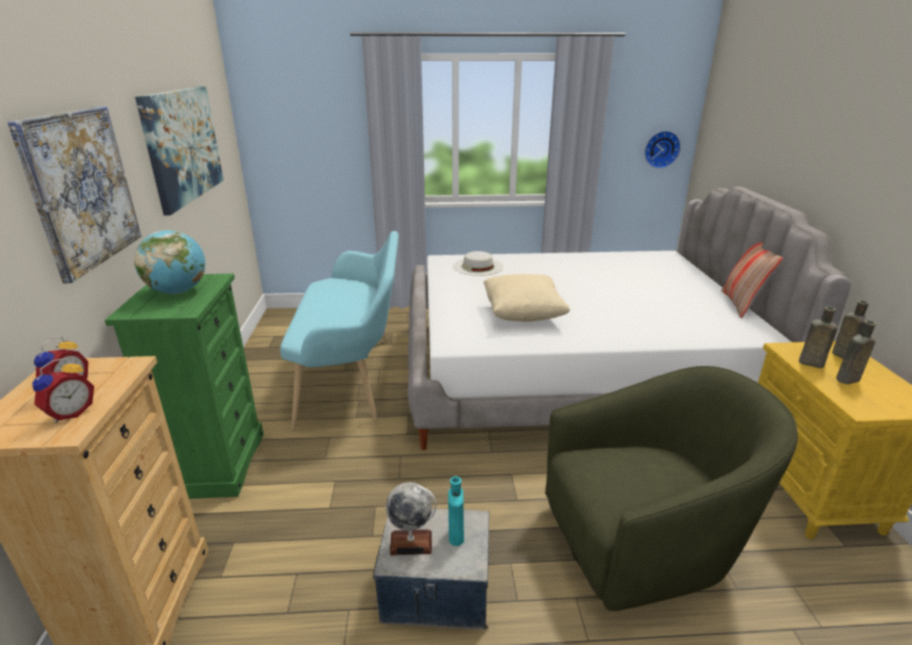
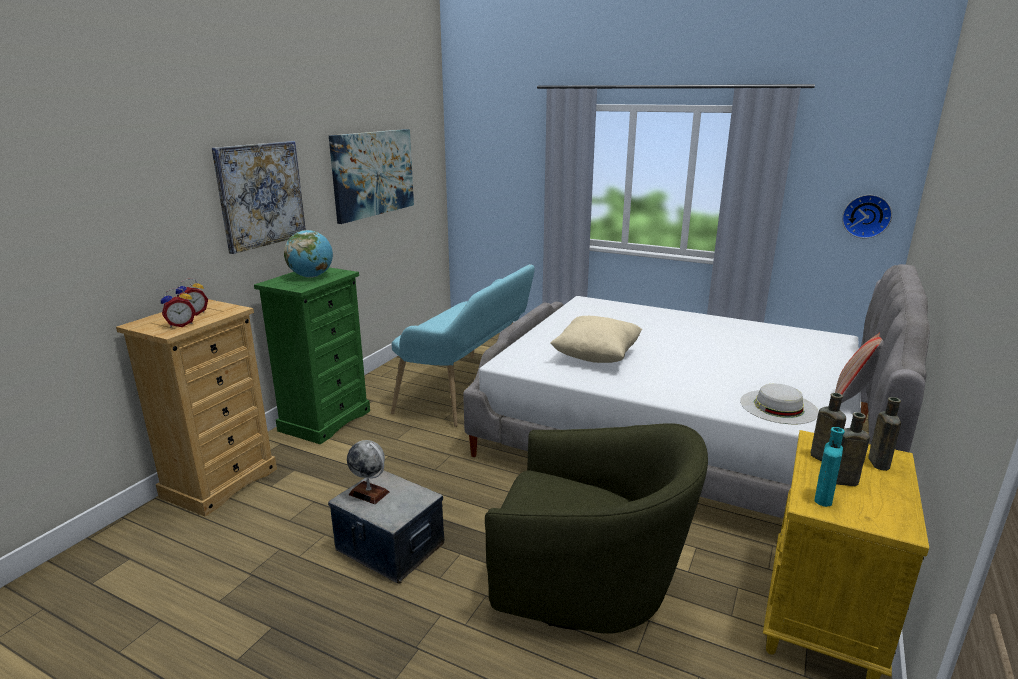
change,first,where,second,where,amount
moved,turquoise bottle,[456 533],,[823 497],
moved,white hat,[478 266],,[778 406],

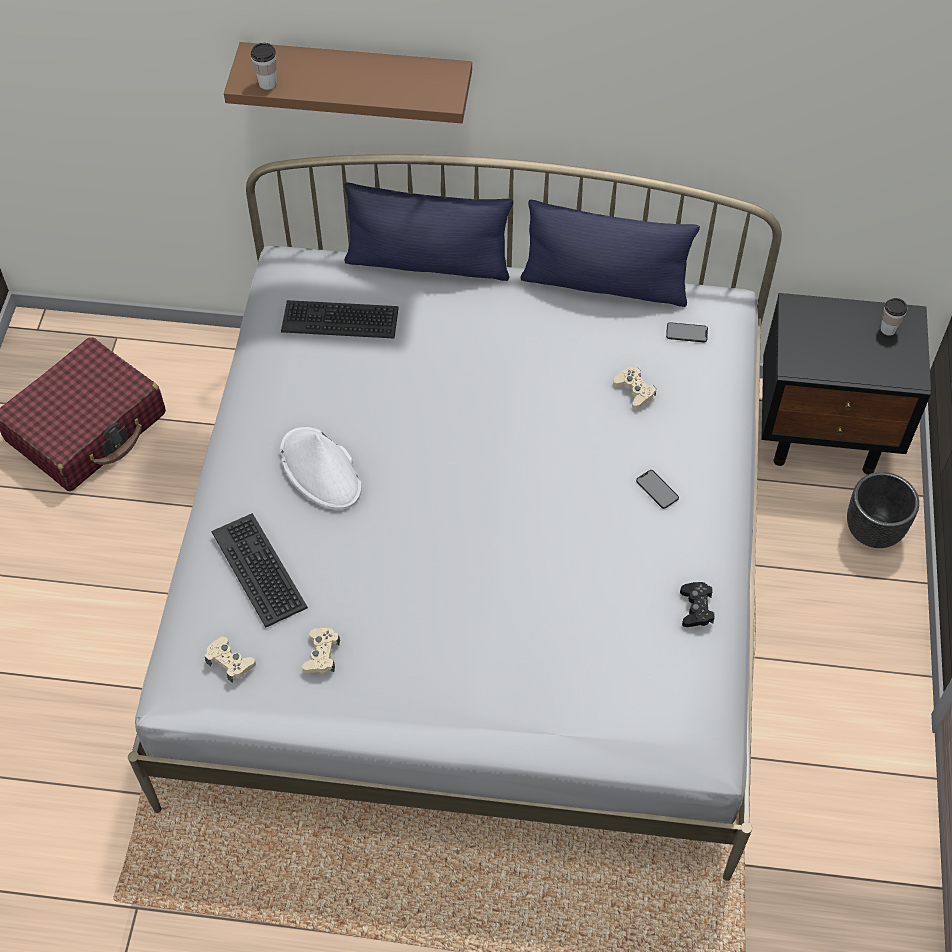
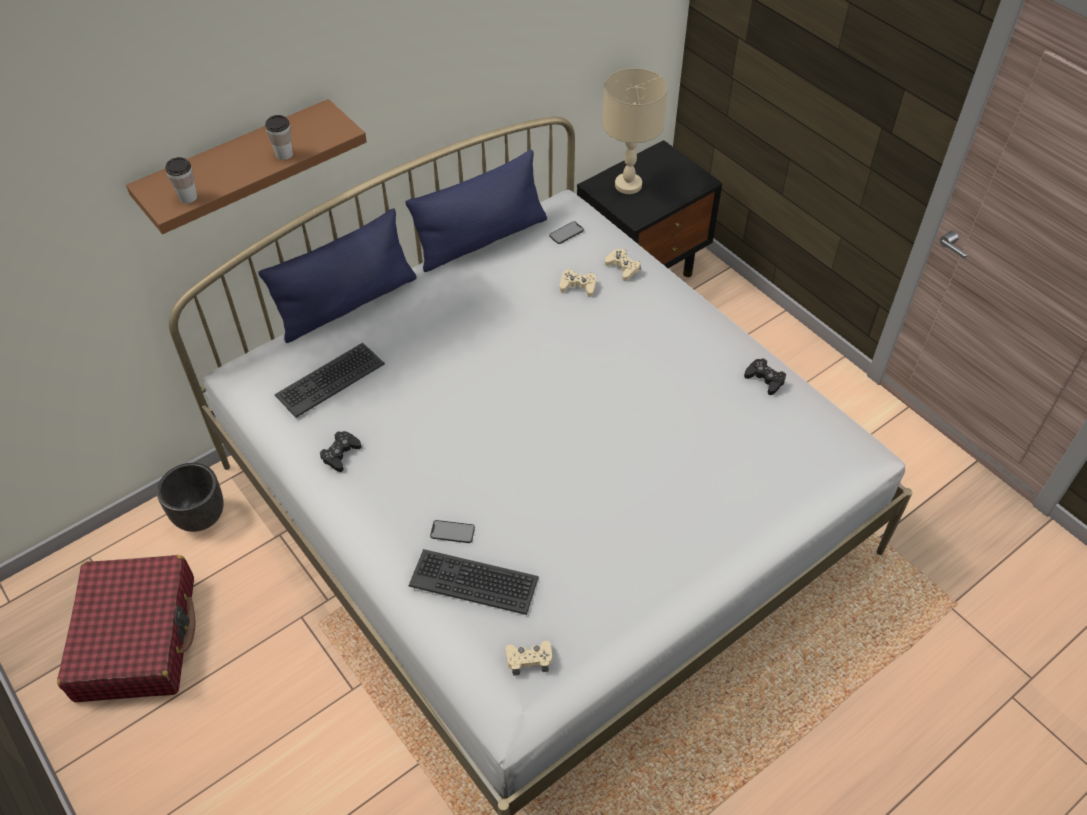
change,first,where,second,where,amount
removed,white hat,[321 470],,,
moved,beige game controller,[321 654],,[622 268],
moved,phone,[657 489],,[452 532],
moved,black planter,[873 532],,[201 517],
moved,cup,[888 329],,[284 154],
added,,,black game controller,[340 454],
added,,,beige table lamp,[628 185],

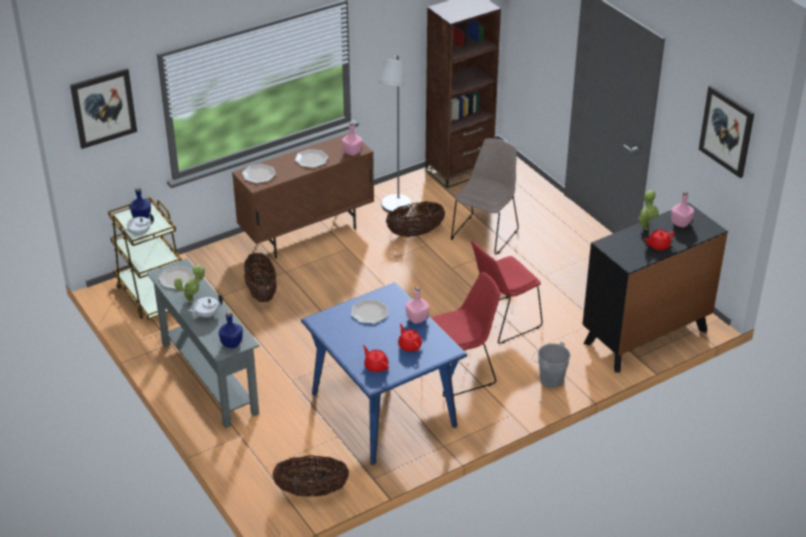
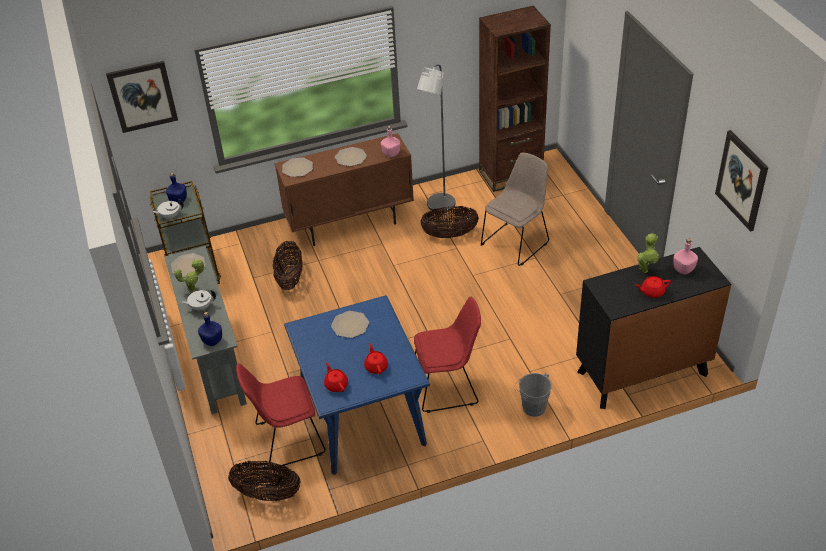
change,first,where,second,where,amount
removed,pink bottle,[416 319],,,
moved,red chair,[501 320],,[287 440],

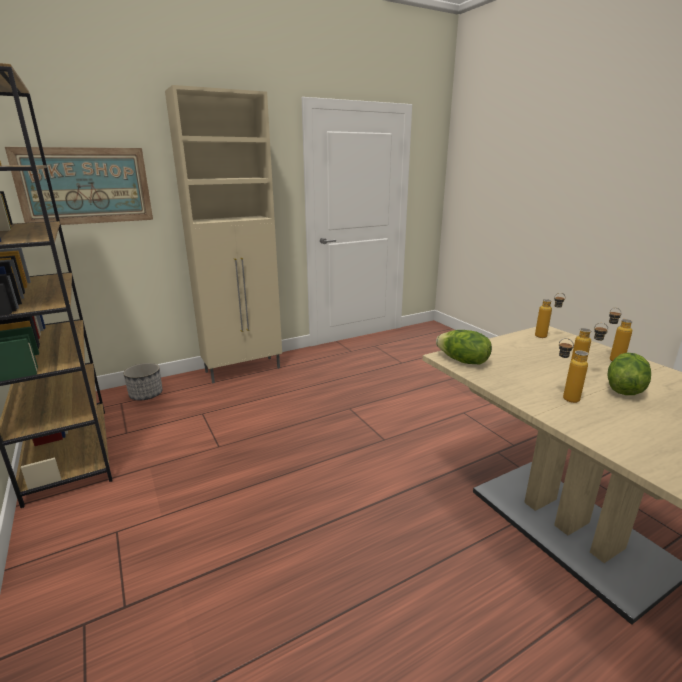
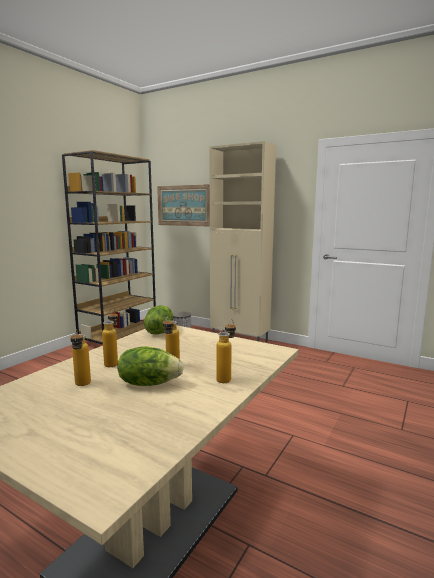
change,first,where,second,where,amount
moved,bottle,[546 337],,[82 386],

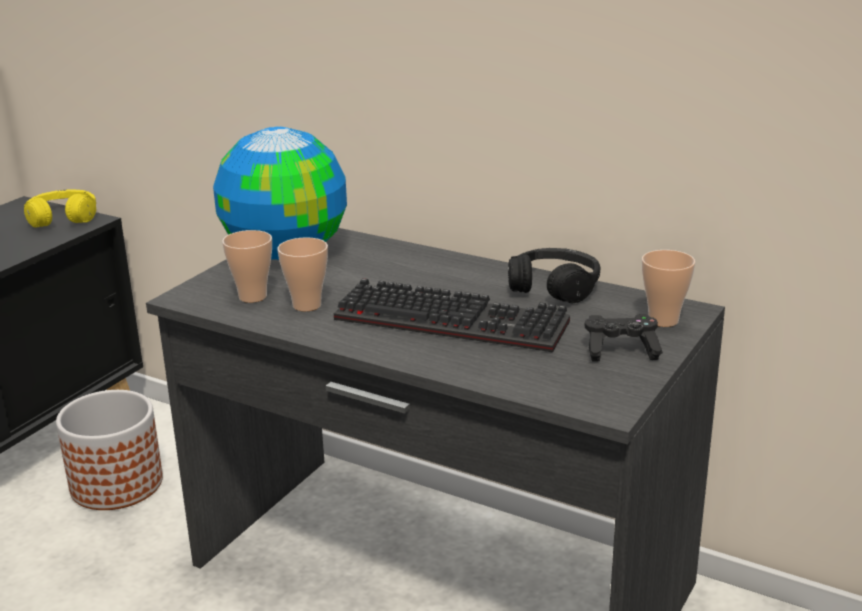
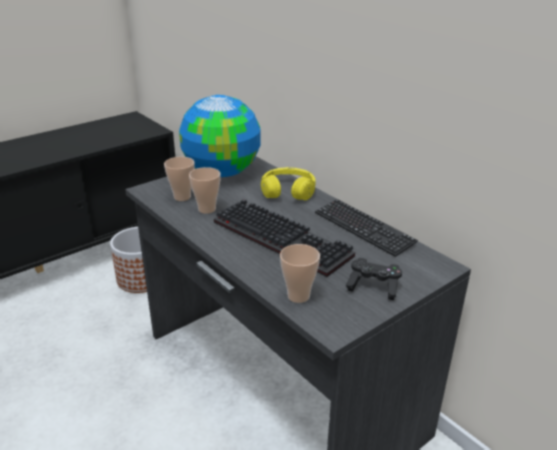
change,first,where,second,where,amount
moved,yellow headphones,[63 218],,[288 191],
replaced,black headphones,[554 287],keyboard,[363 228],
moved,cup,[663 320],,[298 296],

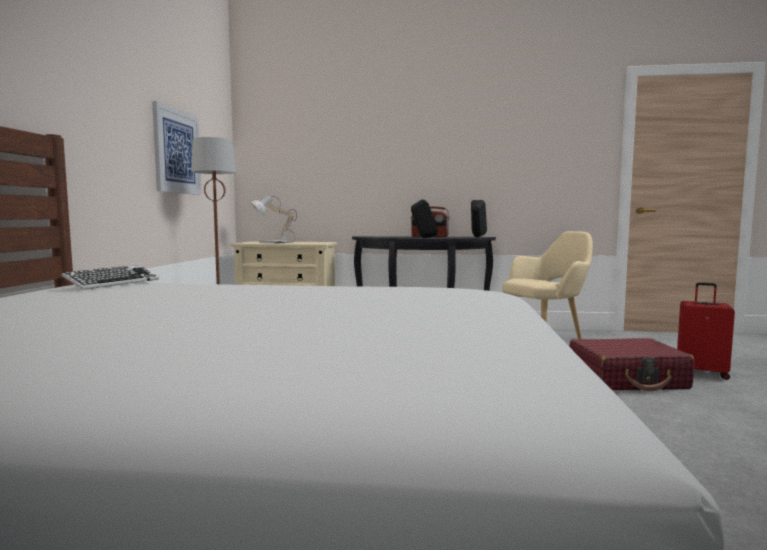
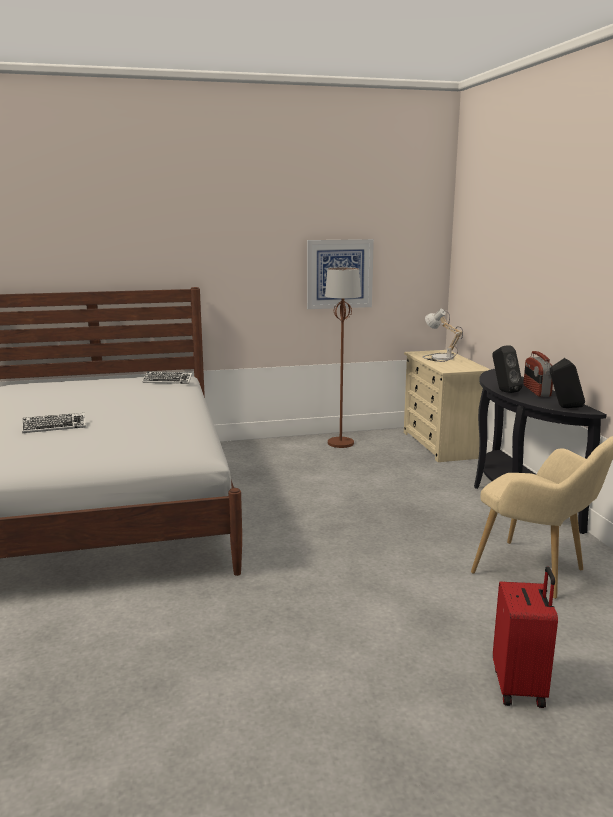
change,first,where,second,where,amount
removed,red suitcase,[627 379],,,
added,,,keyboard,[54 427],

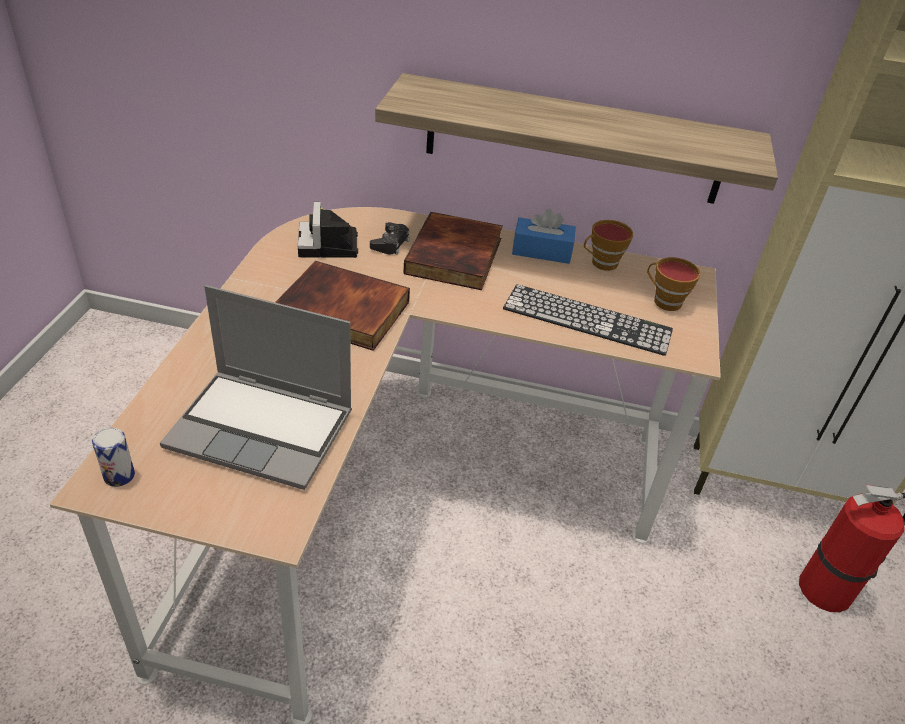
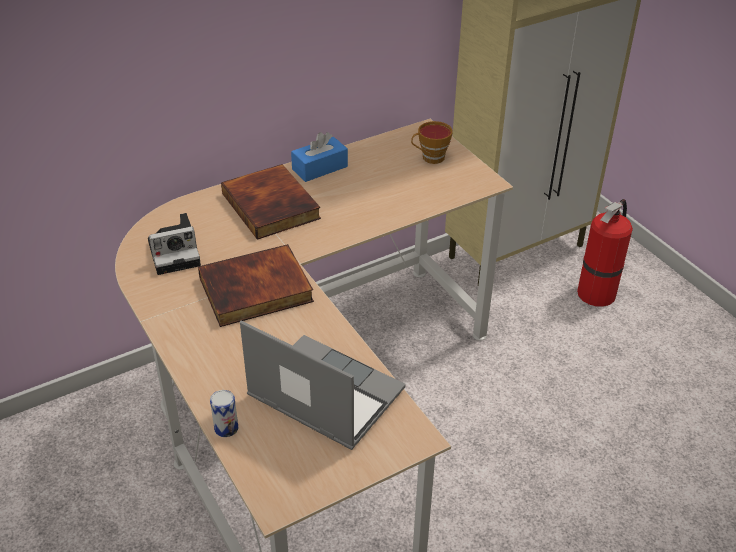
change,first,where,second,where,amount
moved,can,[119 475],,[226 428],
turned,laptop,[264 429],,[323 394],120 degrees counterclockwise
turned,photo camera,[329 246],,[176 253],60 degrees counterclockwise
removed,black game controller,[390 243],,,
removed,shelf,[573 140],,,
removed,keyboard,[587 319],,,
removed,cup,[601 263],,,

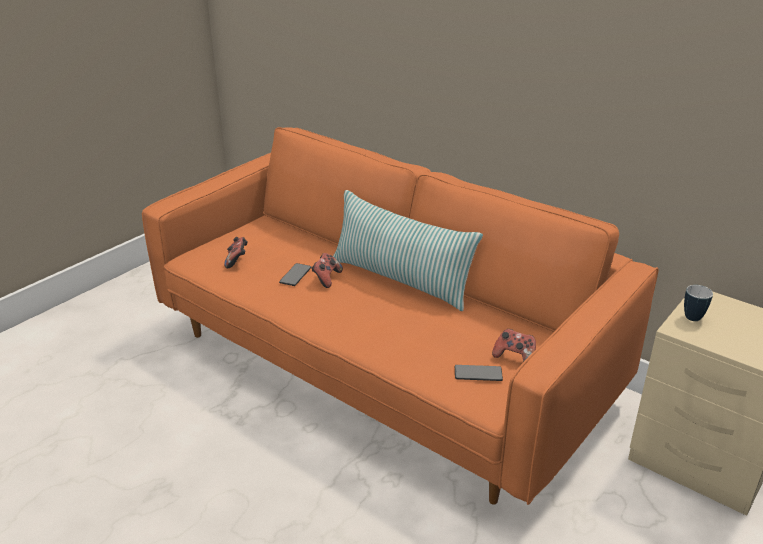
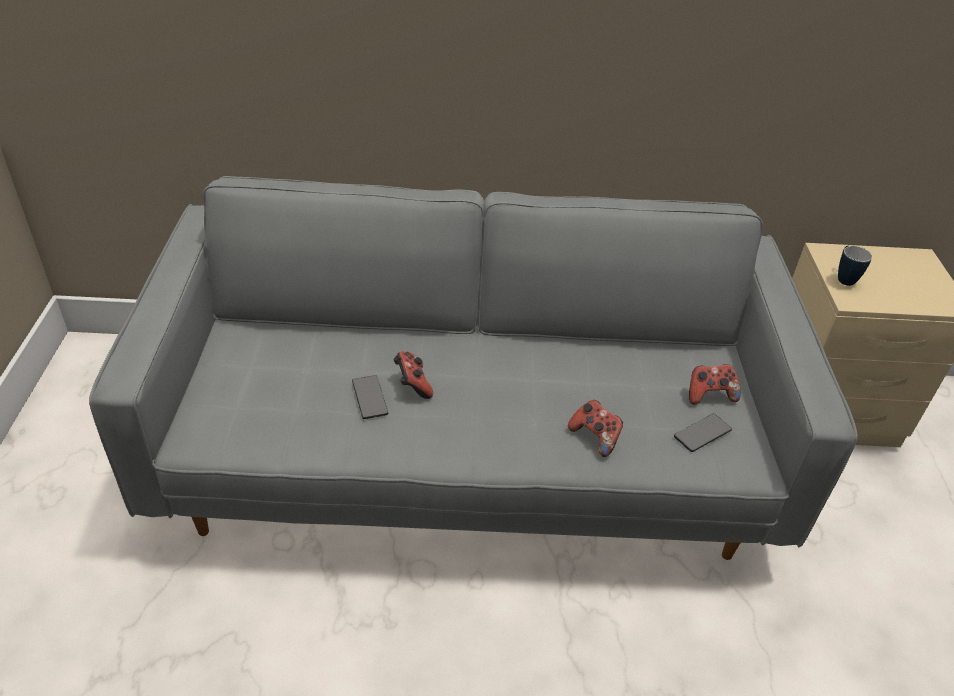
change,first,where,second,where,amount
recoloured,orange sofa,[381 363],grey sofa,[470 453],
moved,game controller,[237 261],,[595 437],
removed,pillow,[401 280],,,

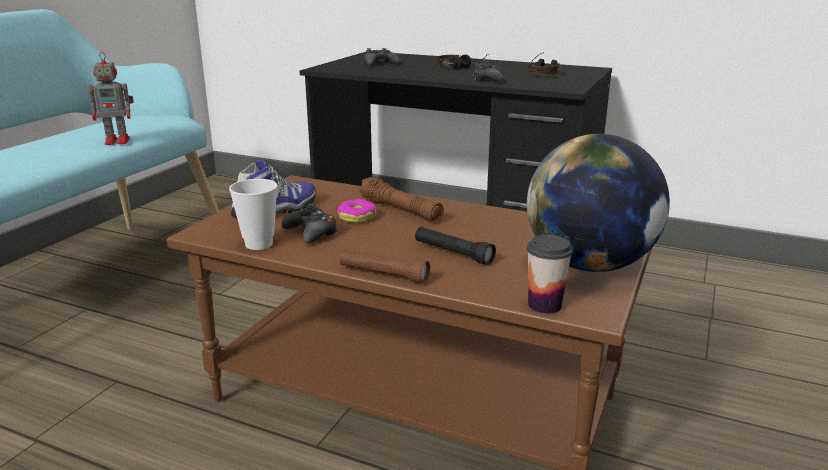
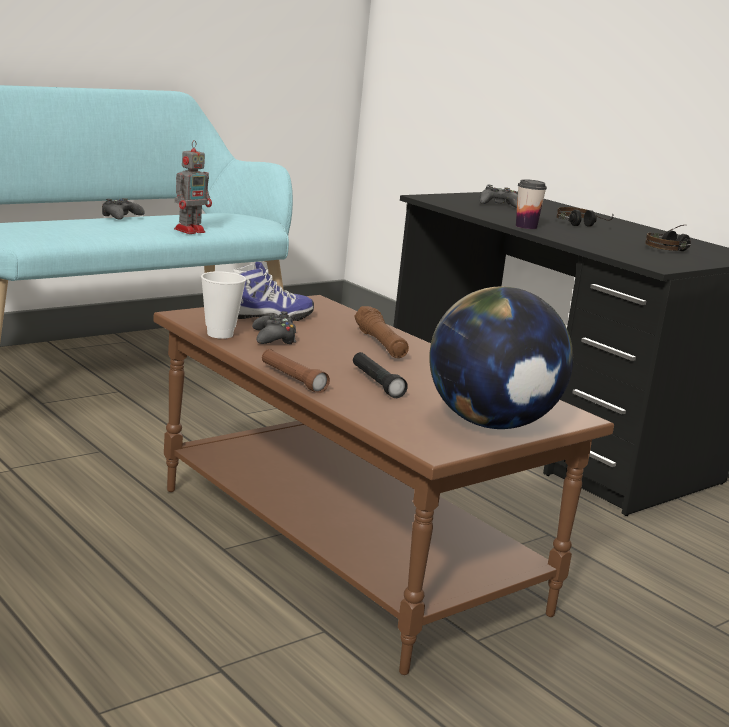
change,first,where,second,where,amount
turned,toy robot,[119 141],,[191 230],60 degrees counterclockwise
removed,donut,[357 217],,,
moved,black game controller,[487 79],,[121 216],
moved,cup,[544 305],,[526 226],

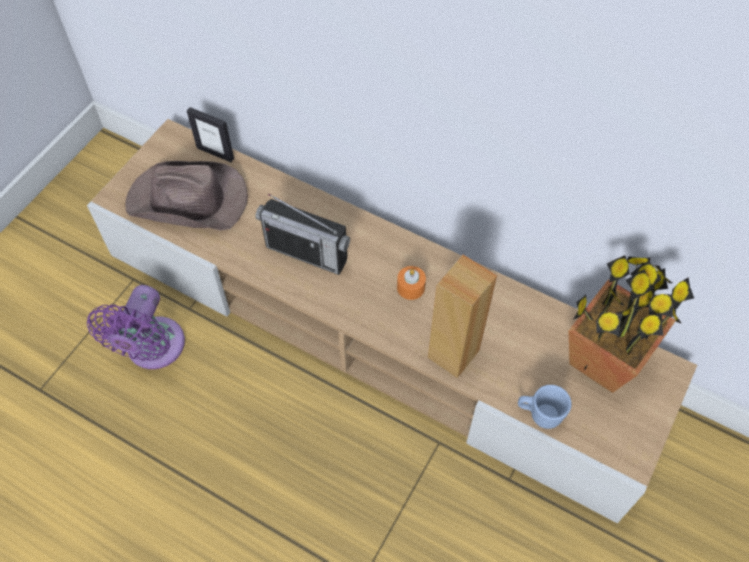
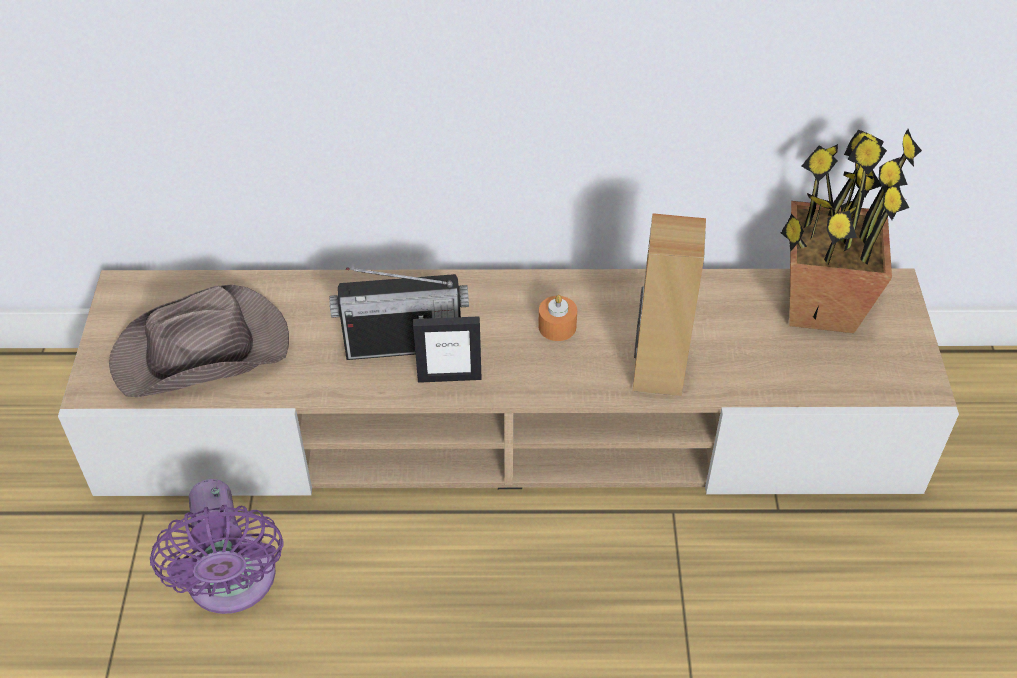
change,first,where,second,where,amount
moved,picture frame,[215 153],,[449 377],
removed,blue mug,[539 414],,,

